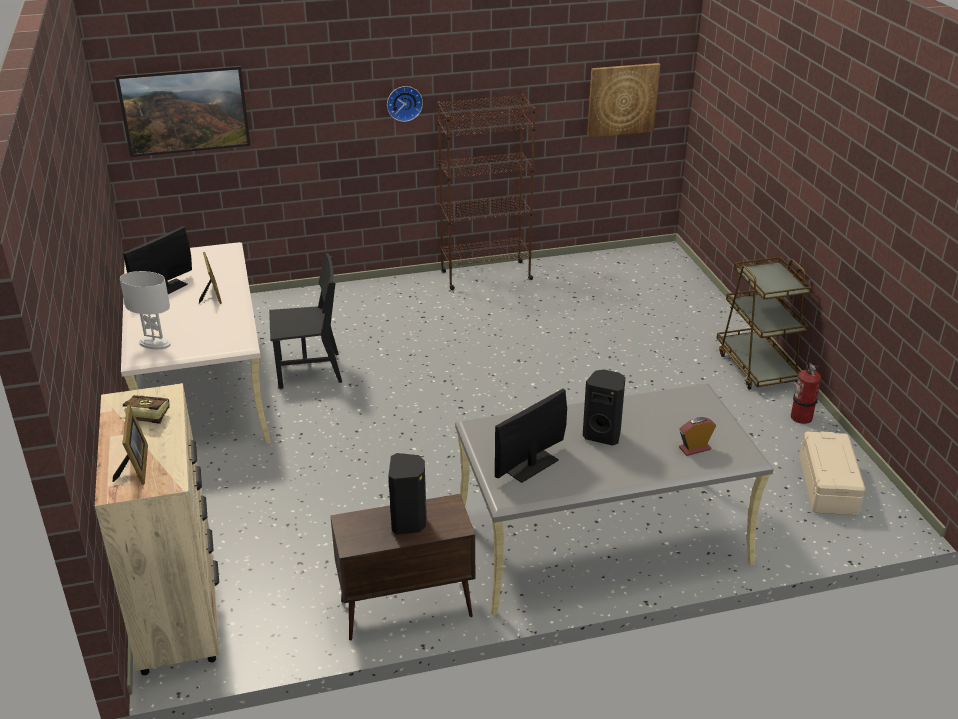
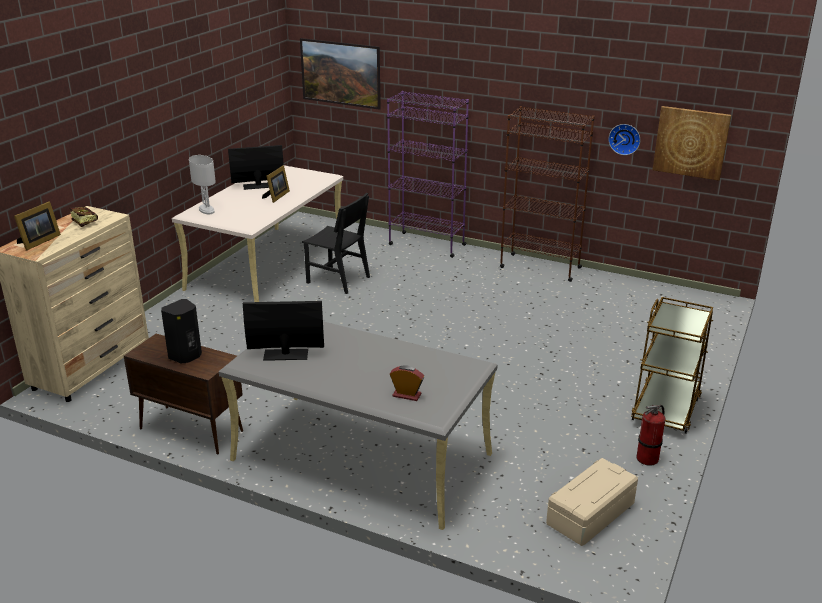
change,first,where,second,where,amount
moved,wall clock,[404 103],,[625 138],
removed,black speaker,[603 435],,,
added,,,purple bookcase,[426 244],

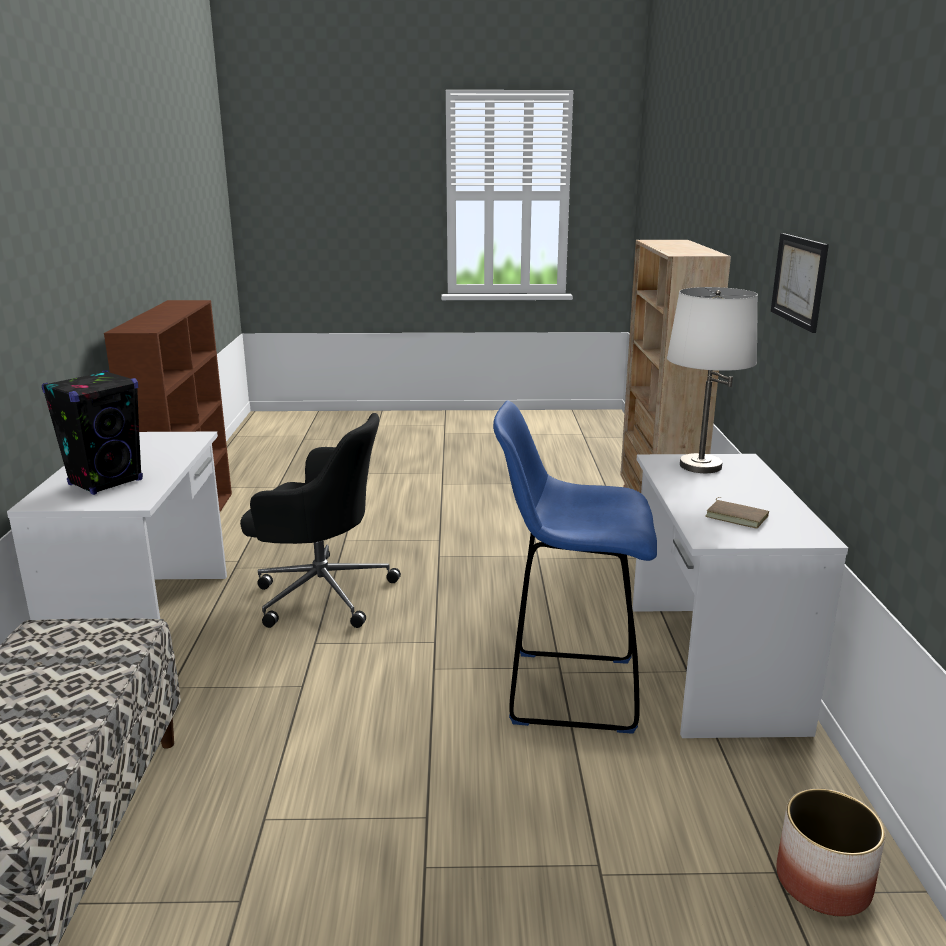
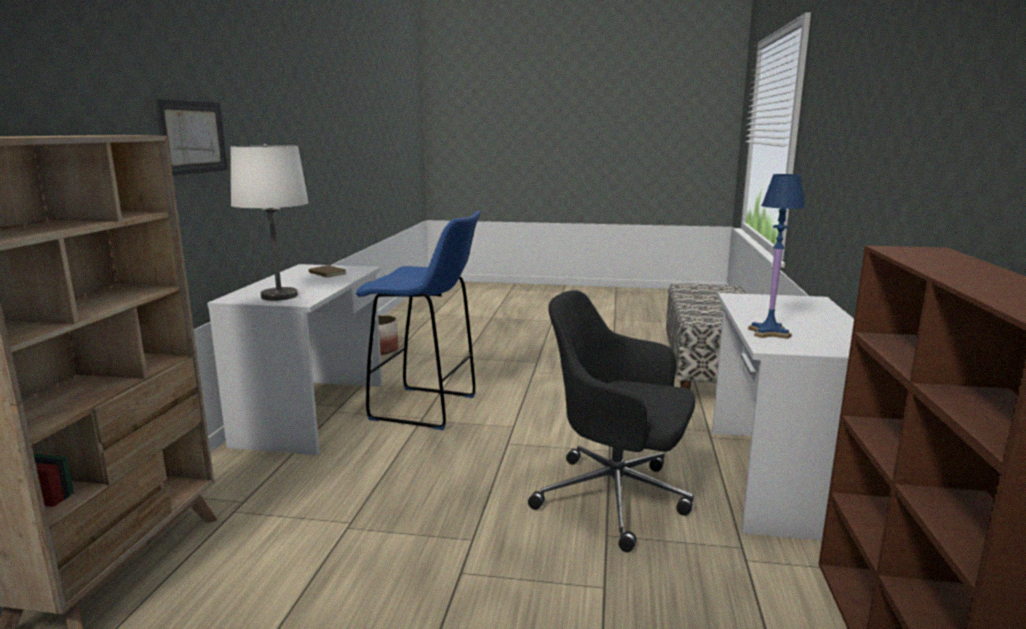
change,first,where,second,where,amount
removed,black speaker,[106 482],,,
added,,,blue table lamp,[768 332],

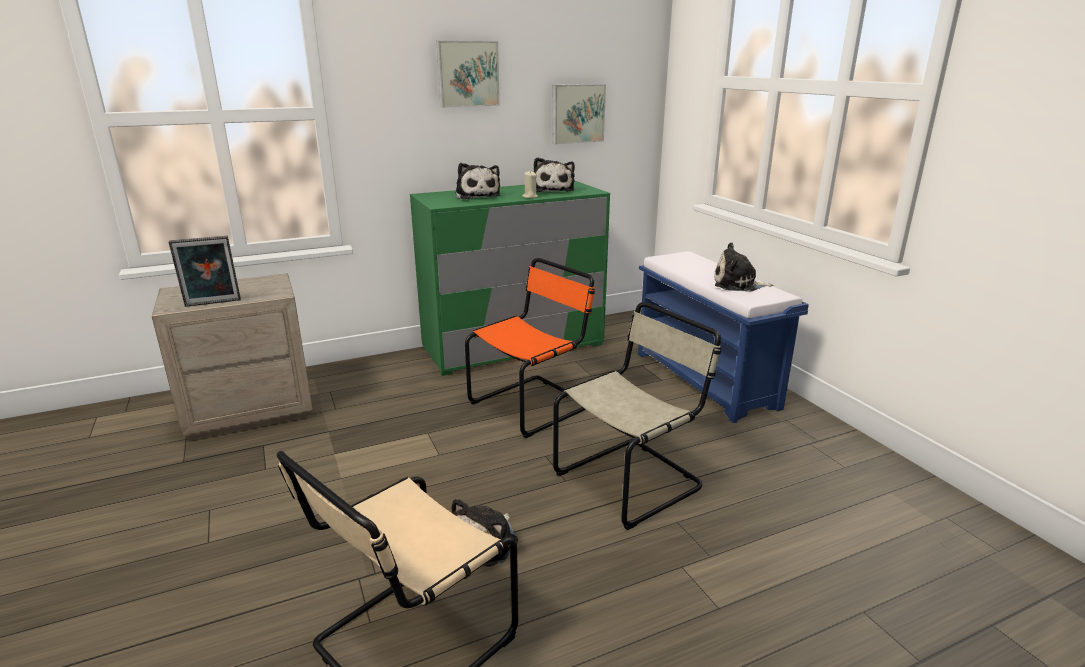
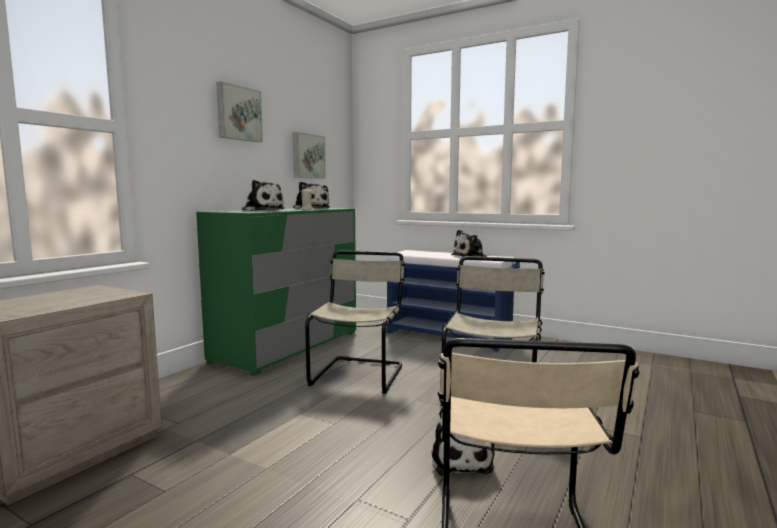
change,first,where,second,where,amount
removed,picture frame,[213 303],,,
recoloured,orange chair,[533 404],beige chair,[359 374],

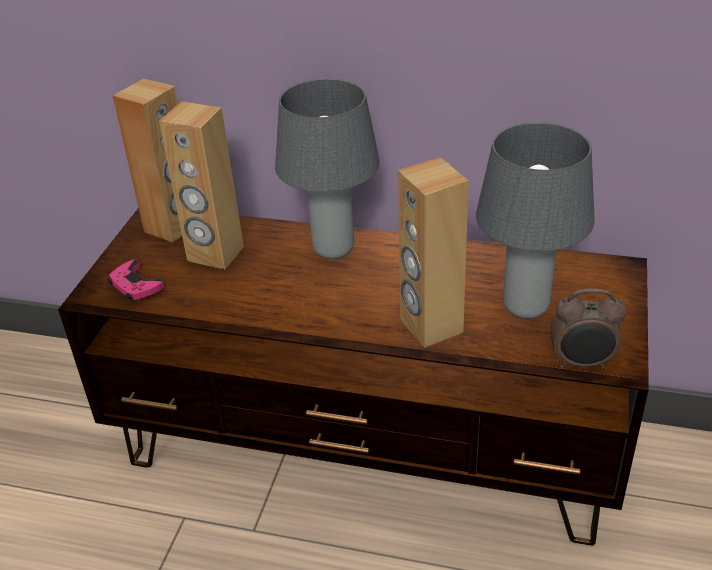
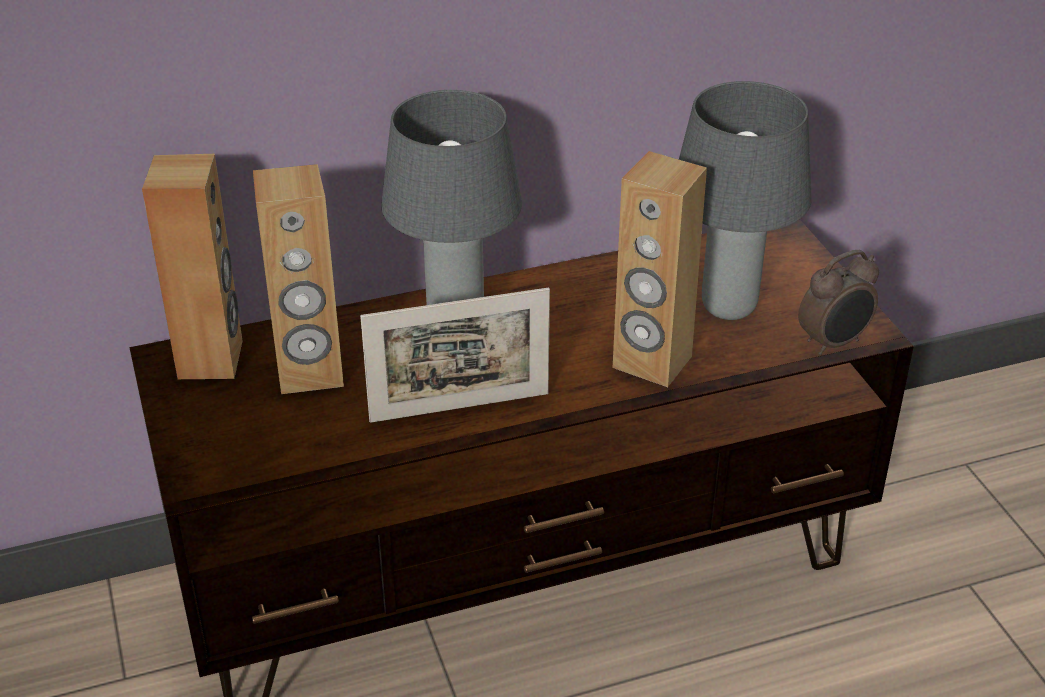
change,first,where,second,where,amount
removed,pink game controller,[135 285],,,
added,,,picture frame,[459 407],

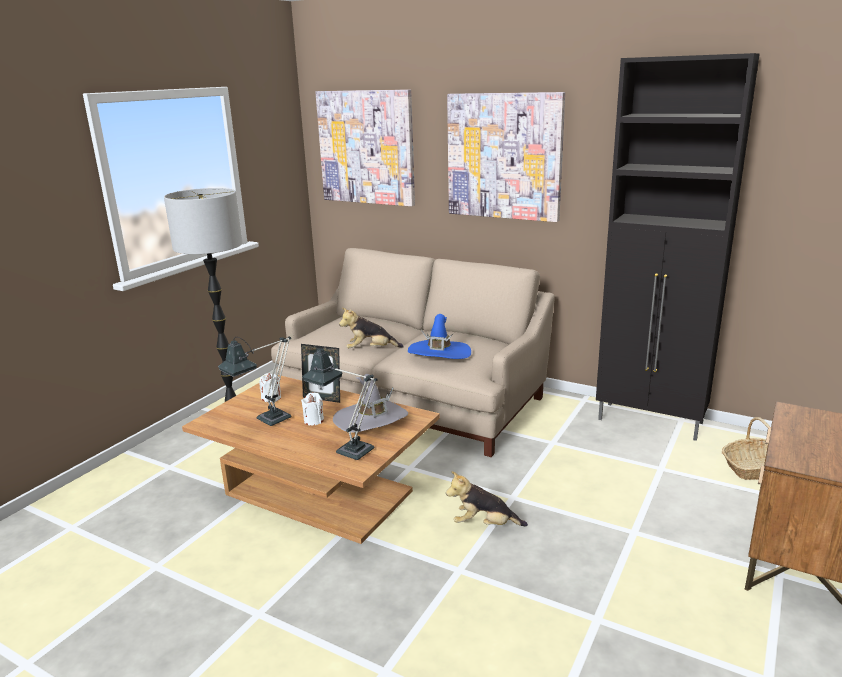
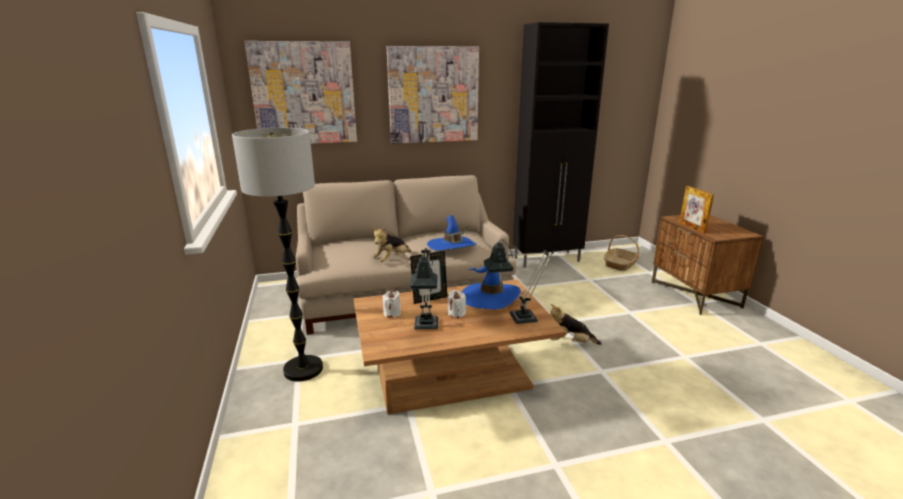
change,first,where,second,where,amount
recoloured,grey hat,[370 419],blue hat,[489 298],
turned,plush toy,[484 525],,[570 343],45 degrees clockwise
added,,,picture frame,[692 227],

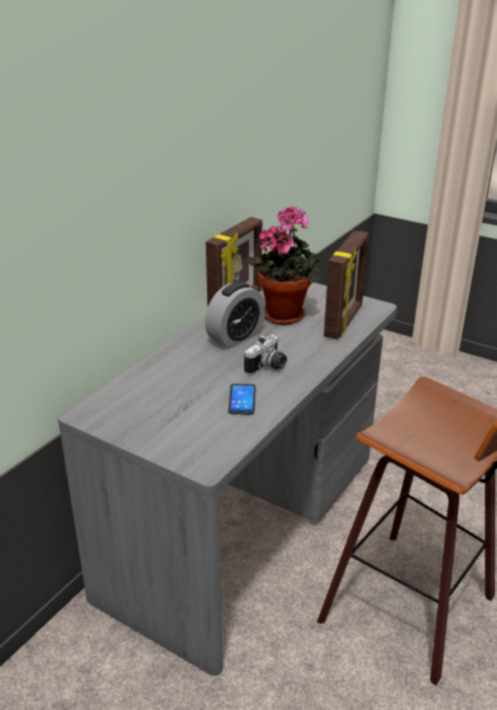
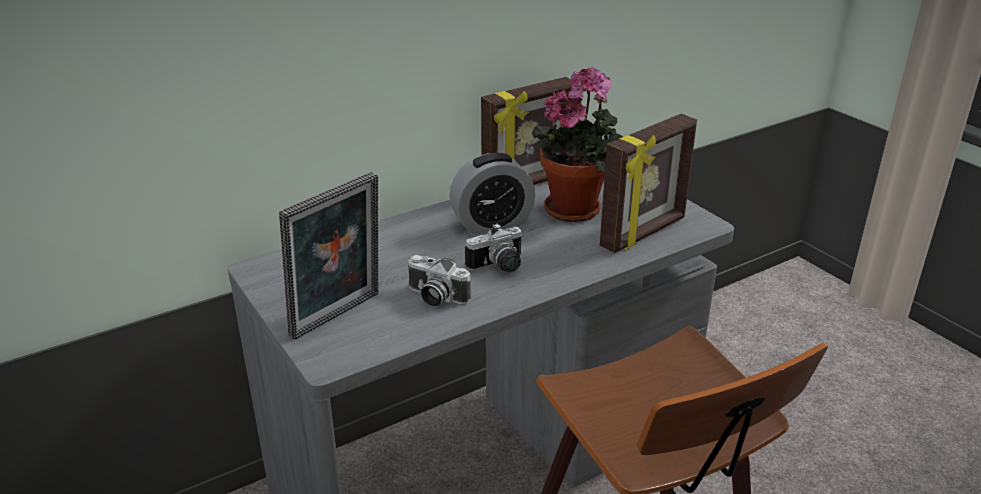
change,first,where,second,where,amount
replaced,phone,[242 399],photo camera,[435 297],
added,,,picture frame,[339 317],

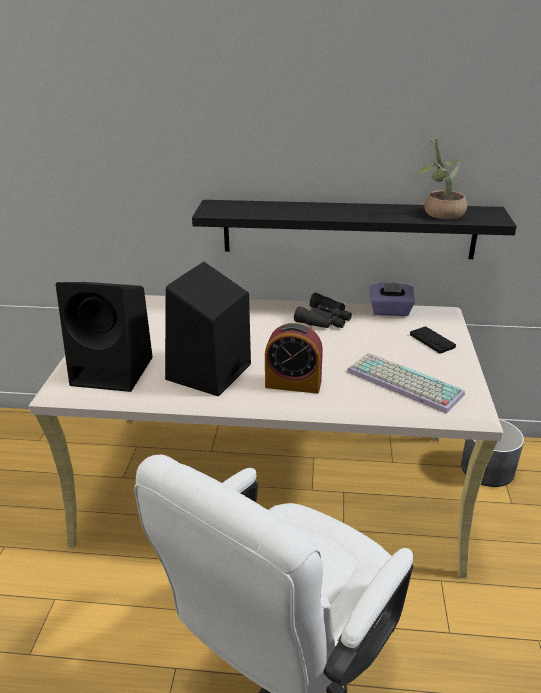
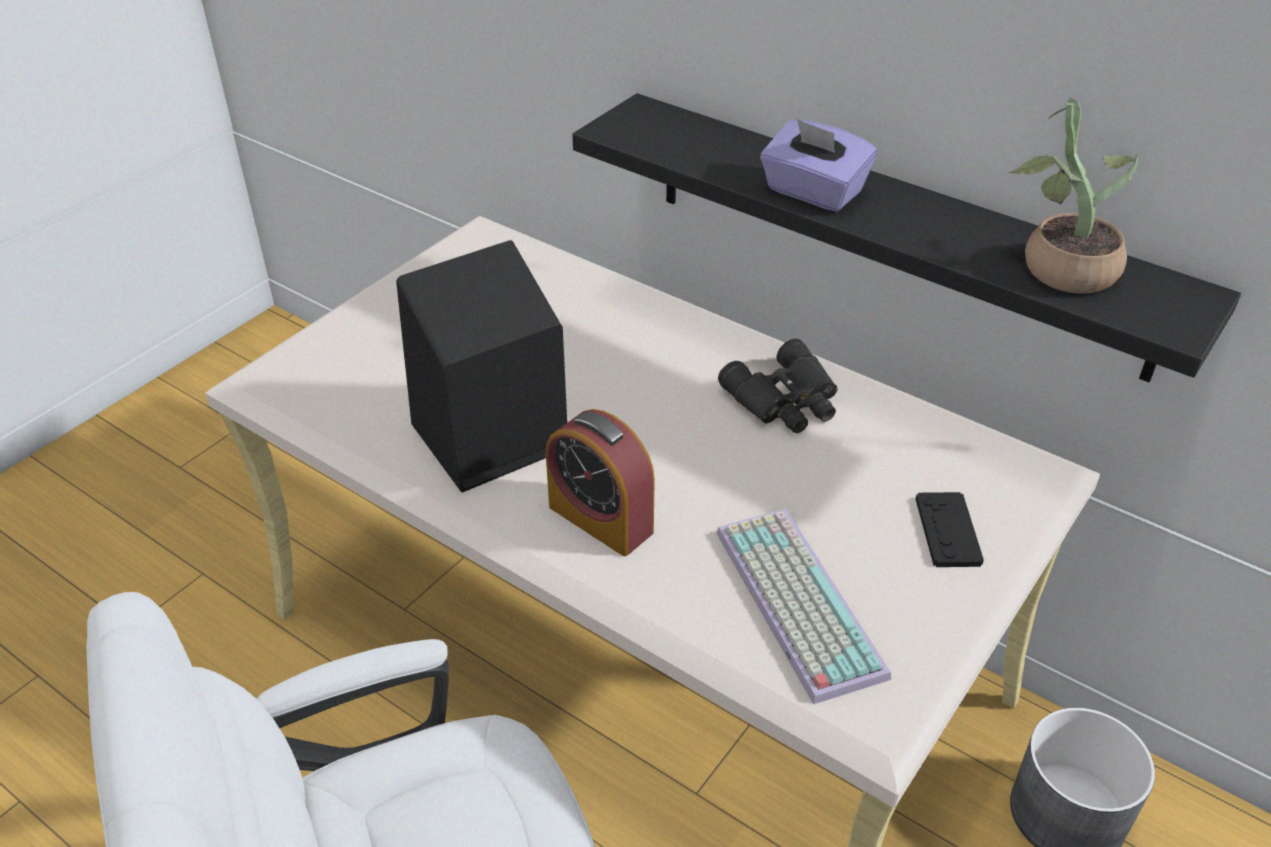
change,first,where,second,where,amount
removed,black speaker,[115 371],,,
moved,purple tissue box,[390 311],,[813 192],

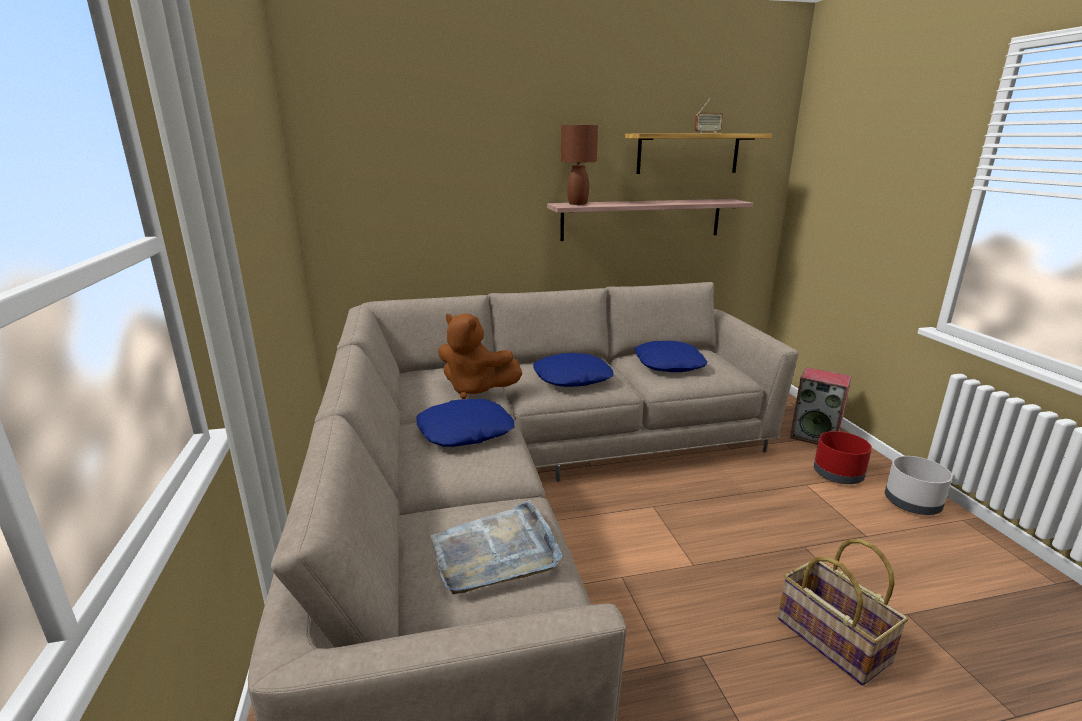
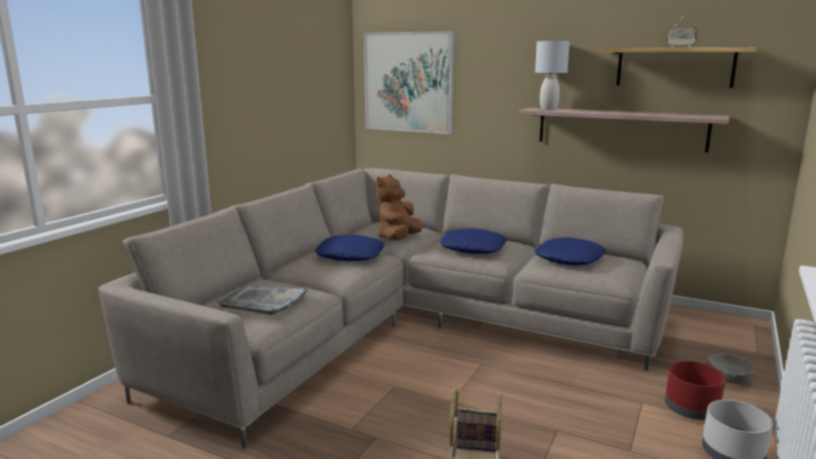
change,first,where,second,where,amount
turned,brown plush toy,[475 389],,[398 239],45 degrees clockwise
recoloured,brown table lamp,[578 204],grey table lamp,[549 109],
replaced,speaker,[815 436],grey bowl,[728 380],
added,,,picture,[408 82],

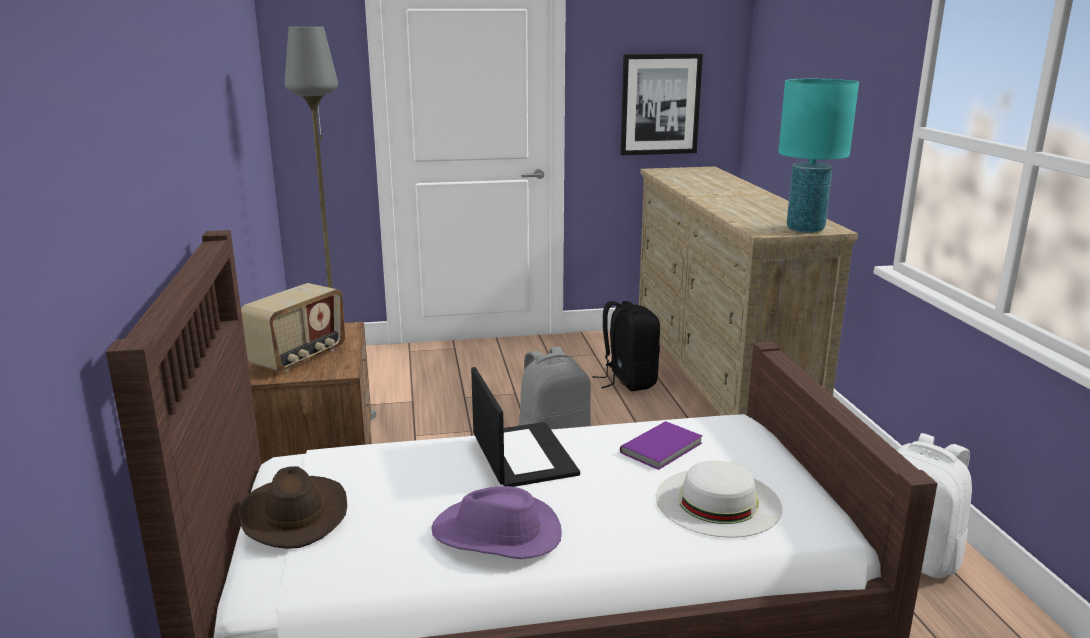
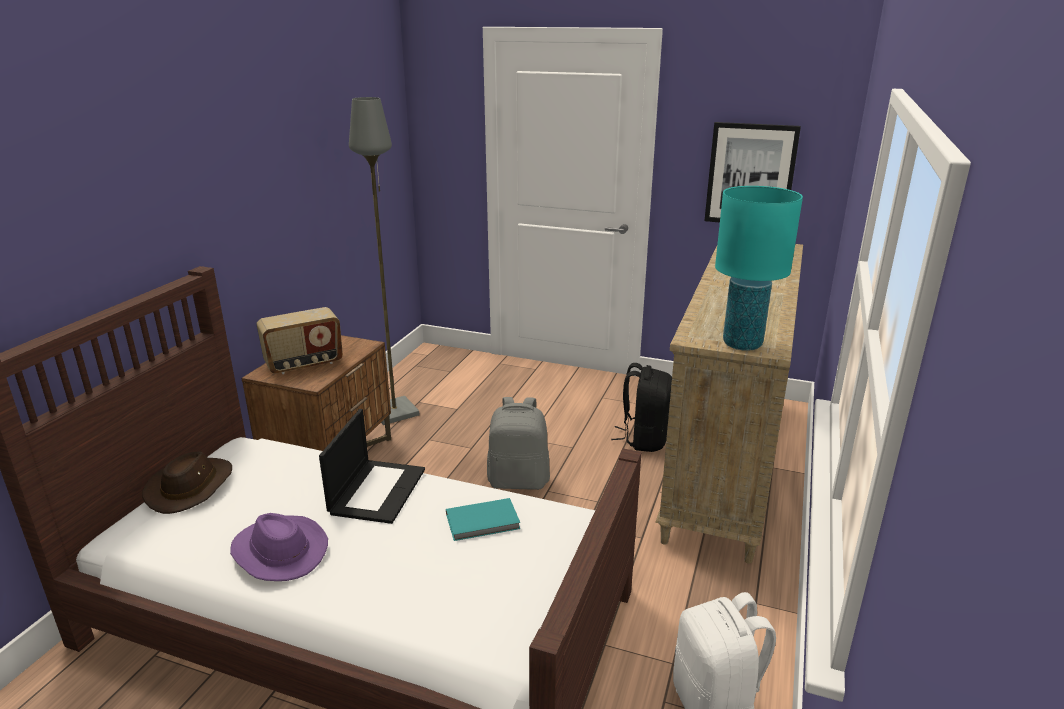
change,first,where,second,where,amount
recoloured,purple book,[663 448],turquoise book,[484 522],
removed,white hat,[718 501],,,

